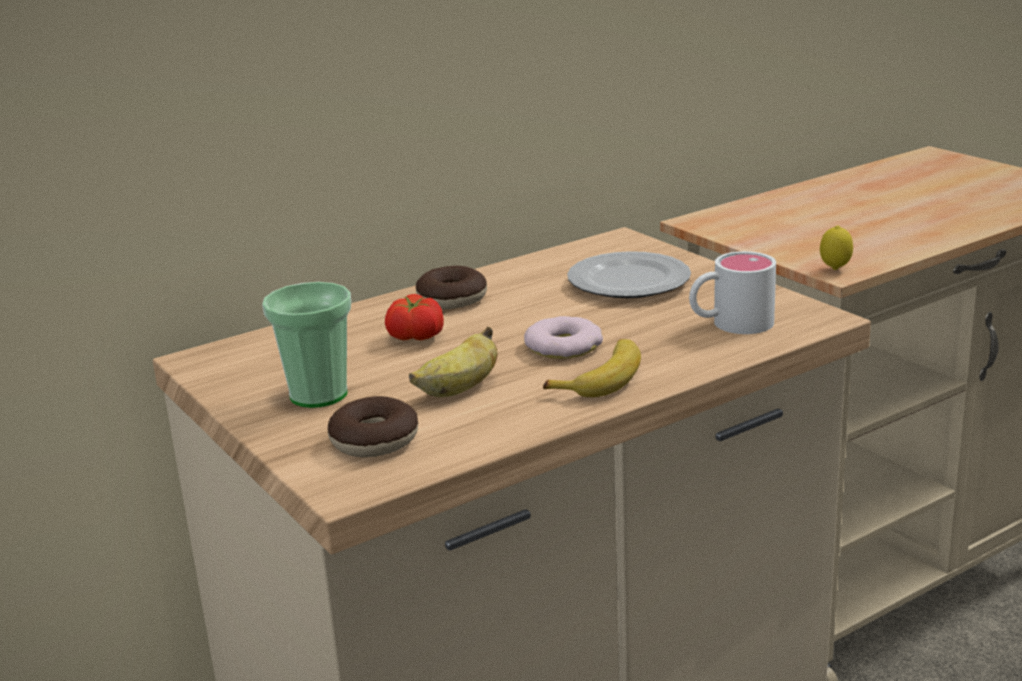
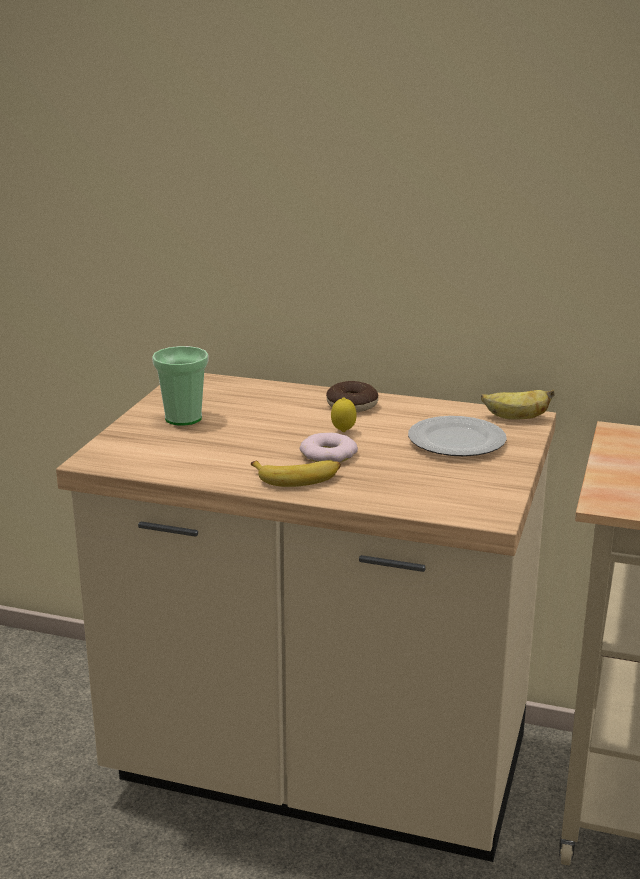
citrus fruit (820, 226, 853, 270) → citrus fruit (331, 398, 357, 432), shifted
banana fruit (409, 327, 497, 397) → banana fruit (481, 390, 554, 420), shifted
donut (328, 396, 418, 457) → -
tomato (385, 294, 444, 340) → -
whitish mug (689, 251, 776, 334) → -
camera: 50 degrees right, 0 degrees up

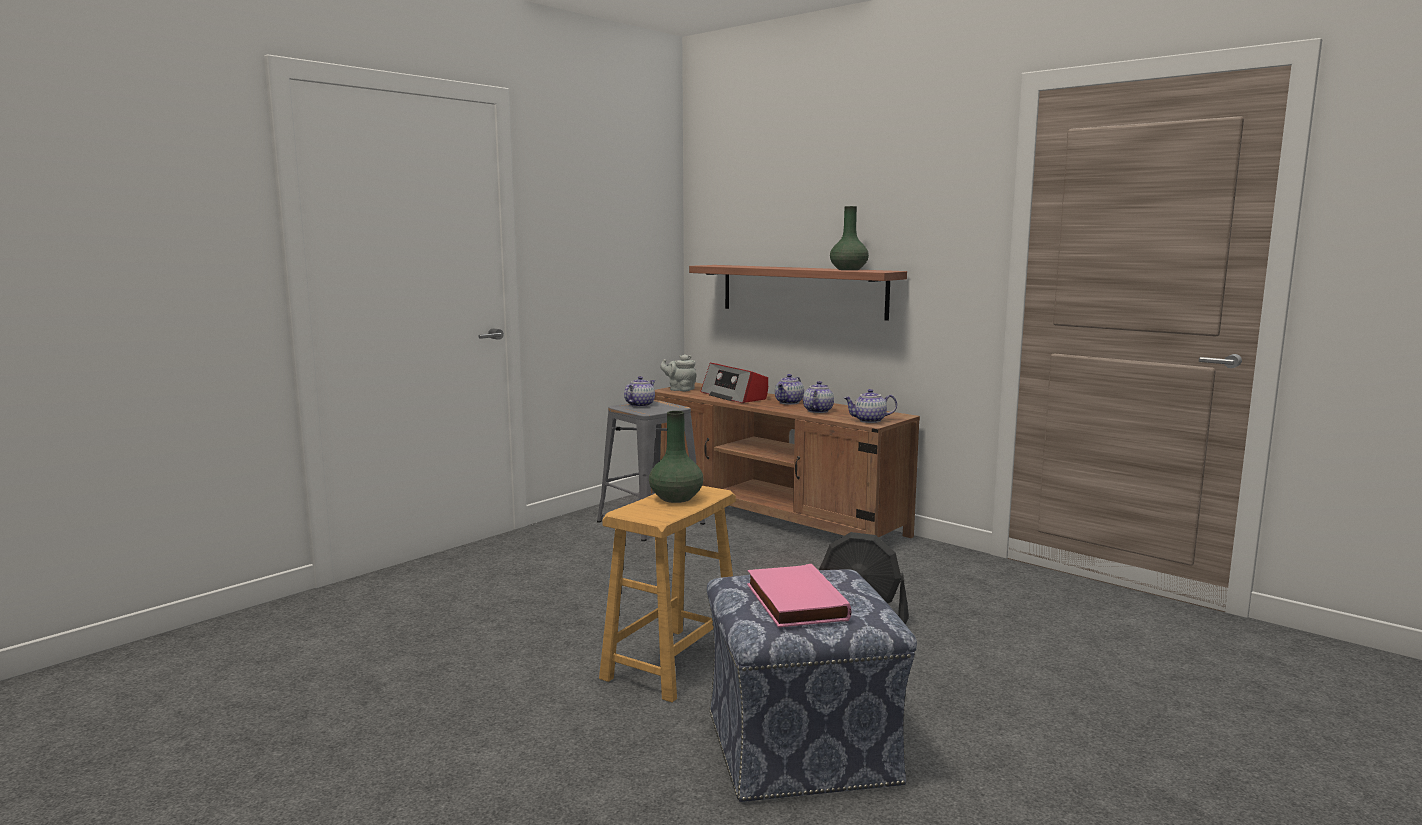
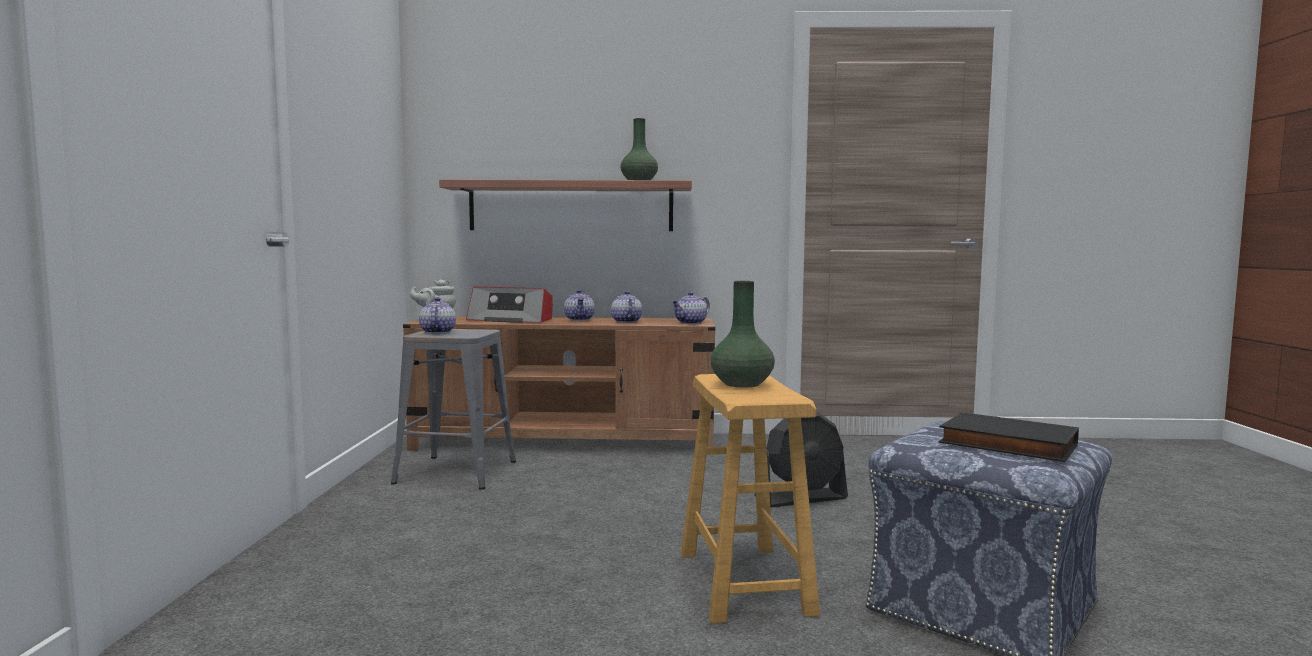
pinkish volume (747, 564, 851, 627) → black volume (939, 412, 1079, 462)
camera: 40 degrees left, 5 degrees down

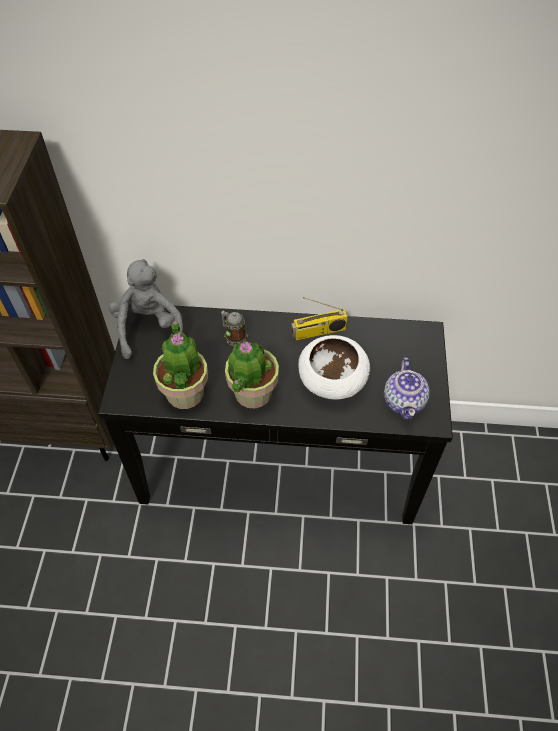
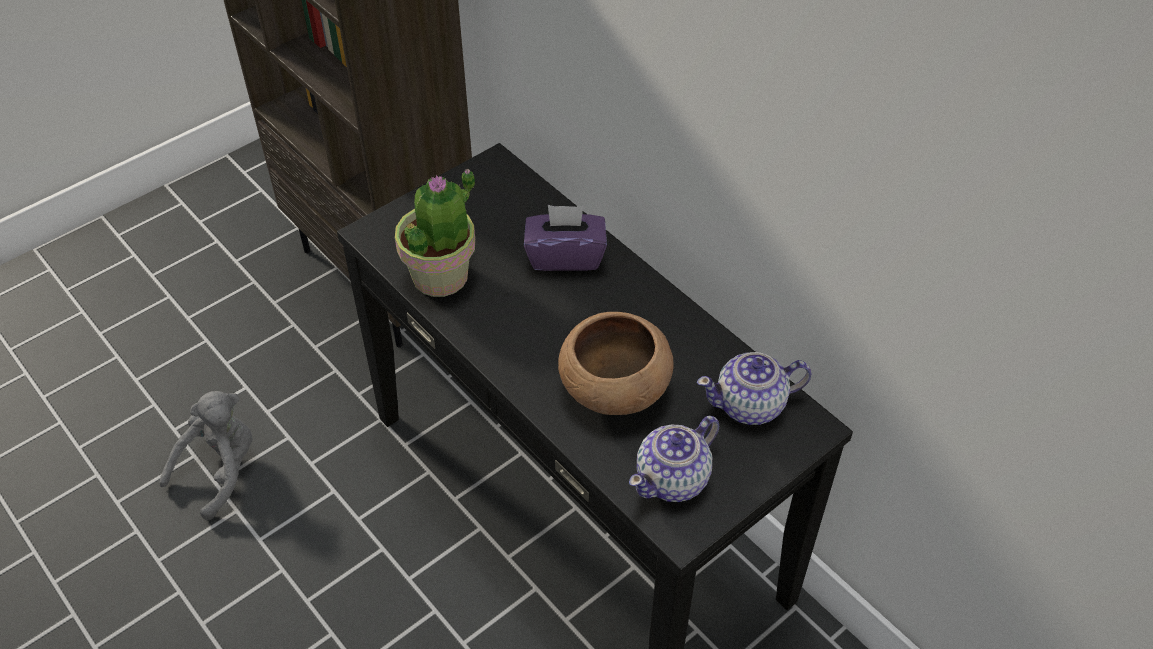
gray cuddly toy (108, 259, 183, 359) → gray cuddly toy (159, 391, 253, 520), shifted
mug (221, 310, 248, 346) → purple tissue box (524, 205, 607, 271)
whitish deep dish (298, 335, 370, 400) → brownish deep dish (558, 312, 674, 415)
- → teapot (697, 352, 812, 425)
houseplant (225, 339, 279, 408) → -
radio receiver (291, 297, 348, 341) → -
camera: 45 degrees right, 5 degrees down

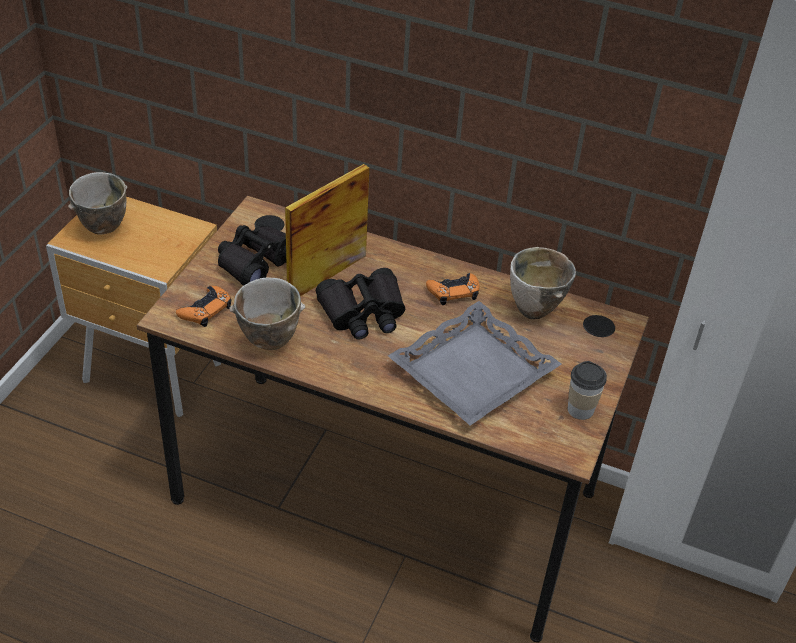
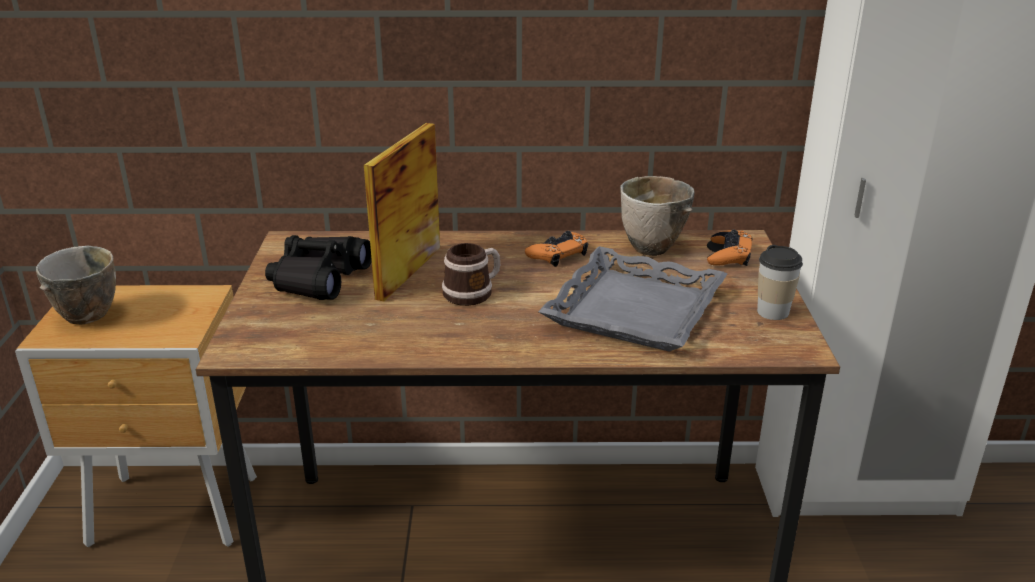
black field glasses (316, 268, 405, 340) → mug (442, 243, 500, 306)
orangey game controller (176, 286, 231, 327) → orangey game controller (707, 230, 753, 266), shifted
deep dish (230, 278, 305, 350) → -
camera: 20 degrees left, 15 degrees down

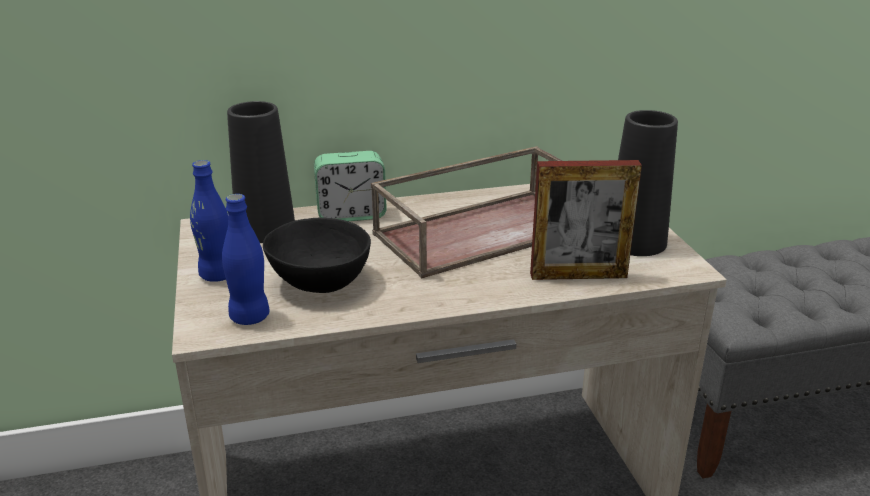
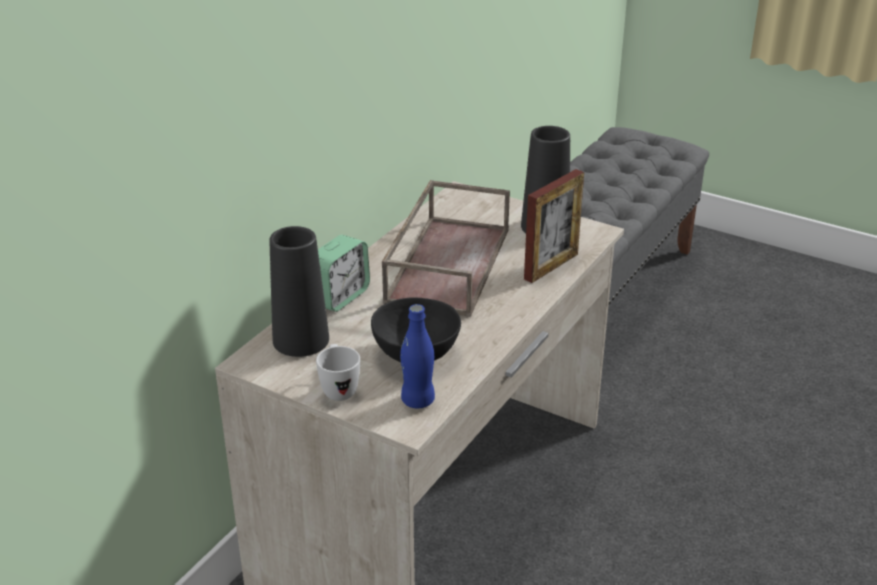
blue beverage bottle (190, 160, 228, 282) → whitish mug (316, 344, 360, 401)
camera: 45 degrees left, 5 degrees up

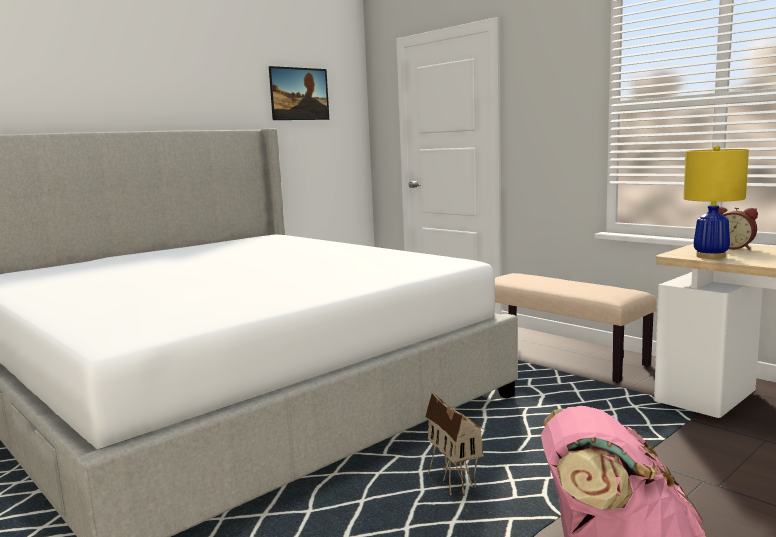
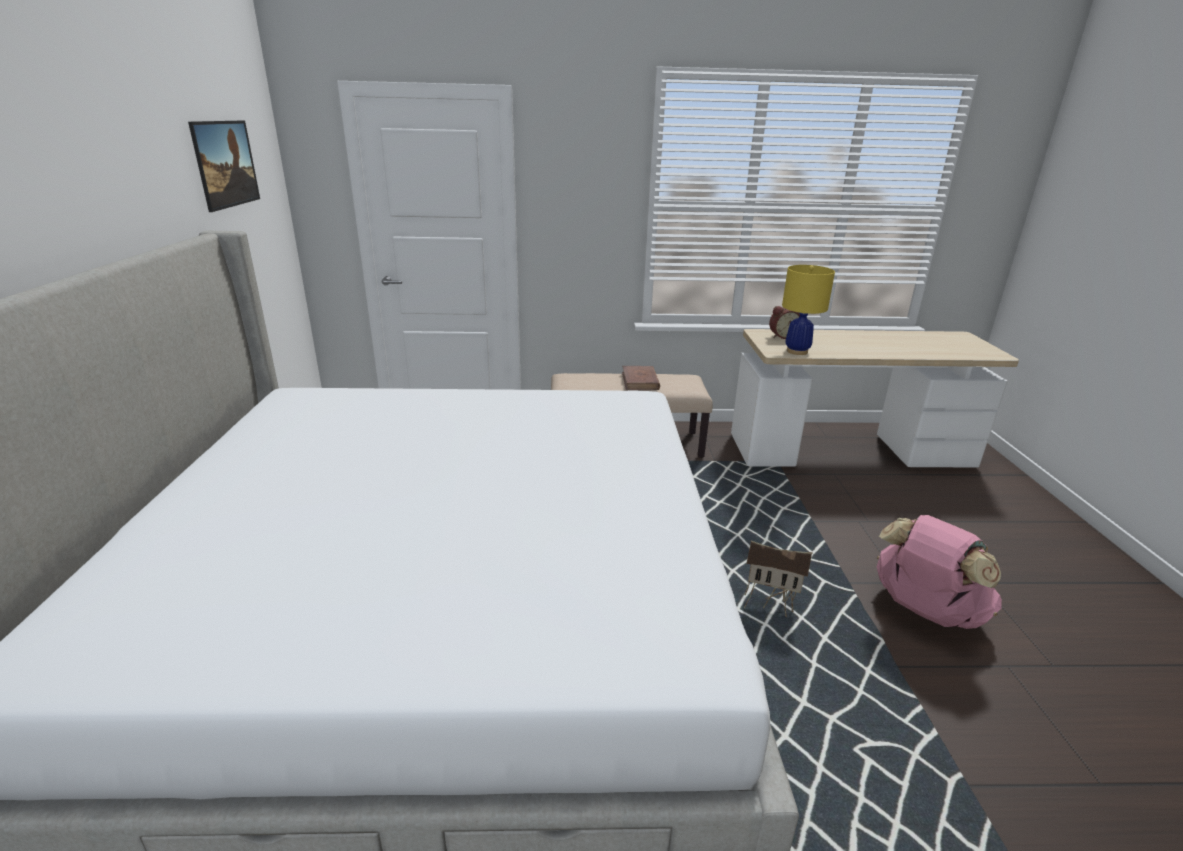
- → brownish volume (622, 366, 660, 390)
camera: 50 degrees left, 15 degrees up

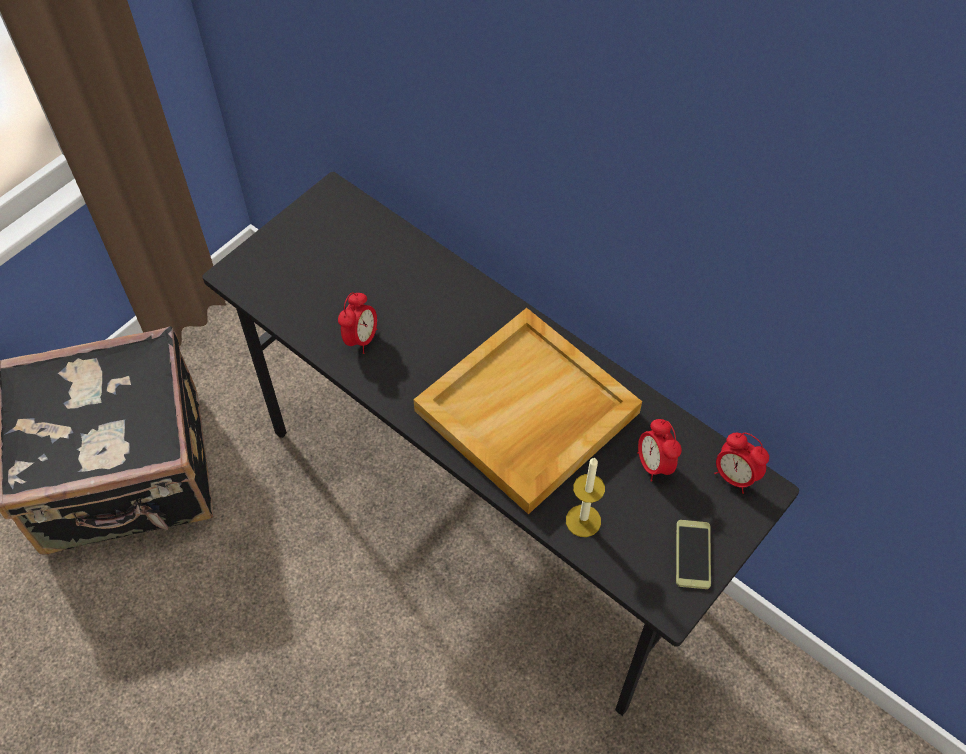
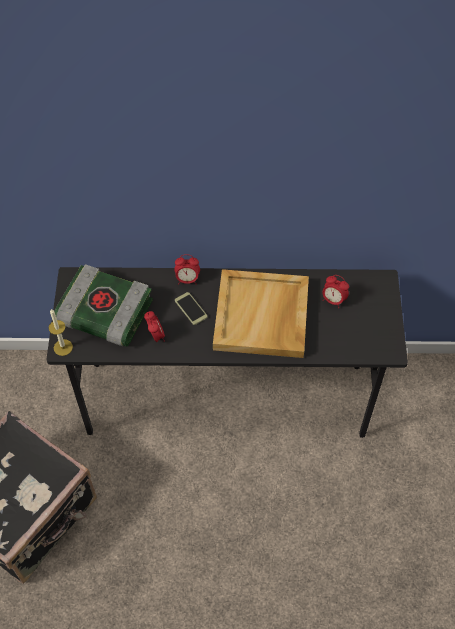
wax candle (566, 457, 605, 537) → wax candle (49, 309, 73, 356), shifted
- → volume (54, 264, 153, 347)
bedside clock (714, 433, 769, 494) → bedside clock (174, 254, 200, 284), shifted
telephone (676, 520, 711, 589) → telephone (175, 292, 207, 325), shifted
camera: 40 degrees left, 0 degrees up

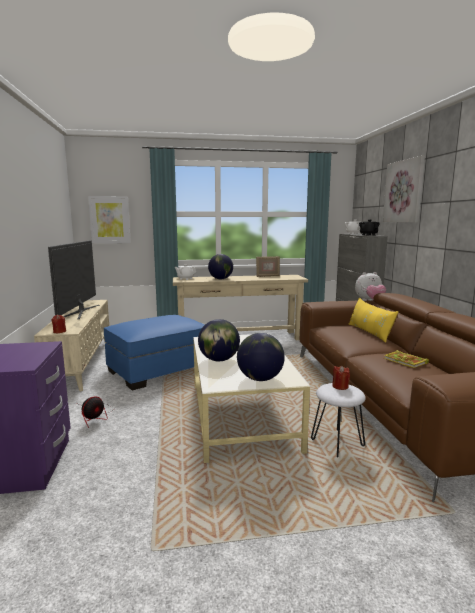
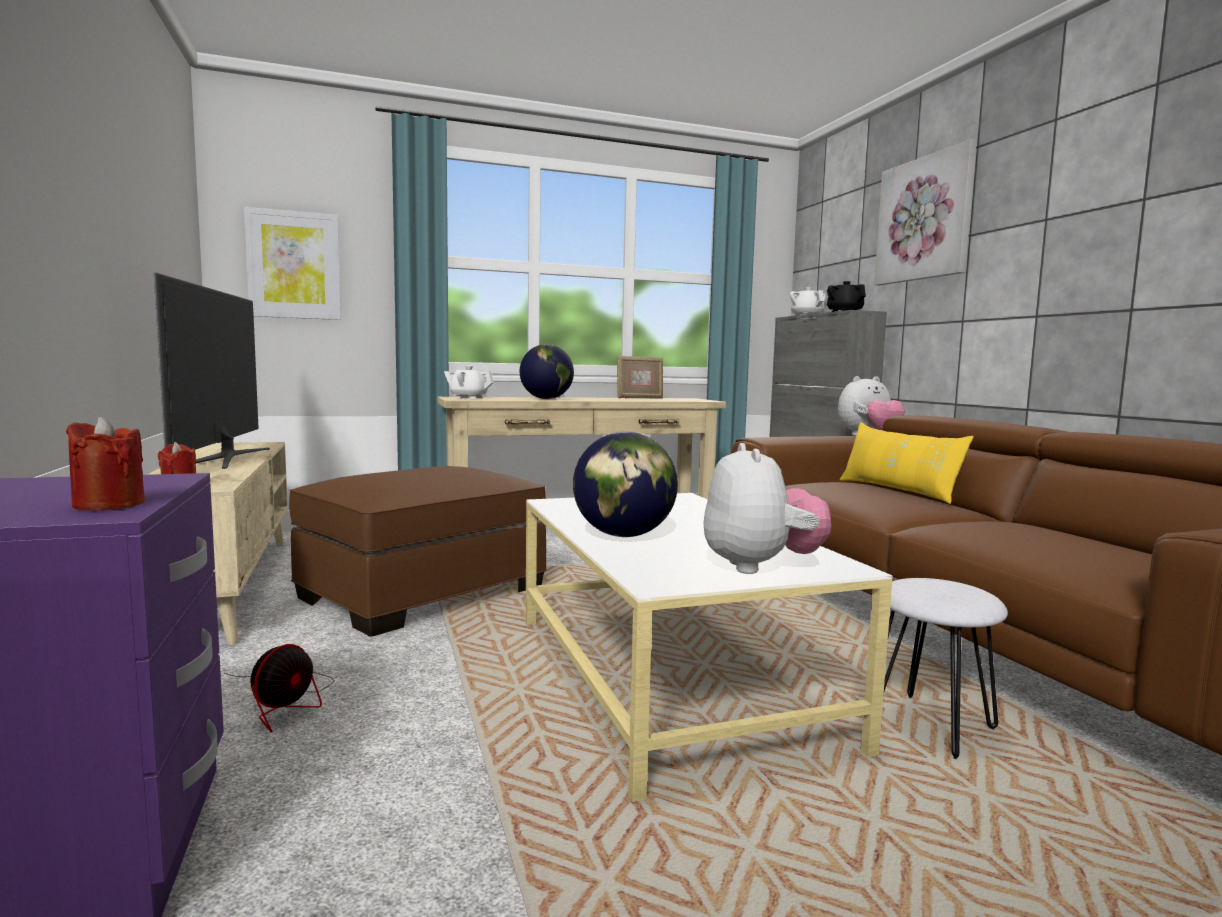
red-coloured wax candle (332, 366, 350, 390) → red-coloured wax candle (66, 416, 145, 511), shifted
blue footrest (104, 315, 205, 390) → brownish footrest (289, 466, 547, 637)
globe (237, 333, 285, 381) → cuddly toy (704, 443, 831, 574)
volume (384, 350, 429, 368) → -
camera: 10 degrees left, 5 degrees down

